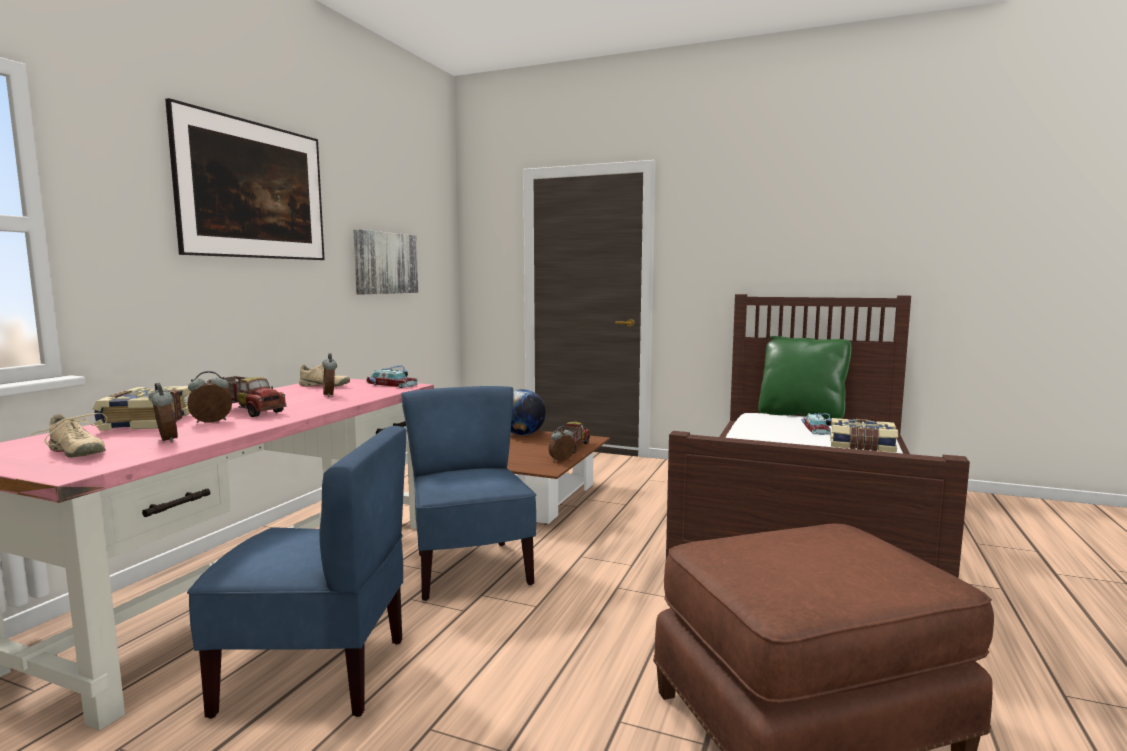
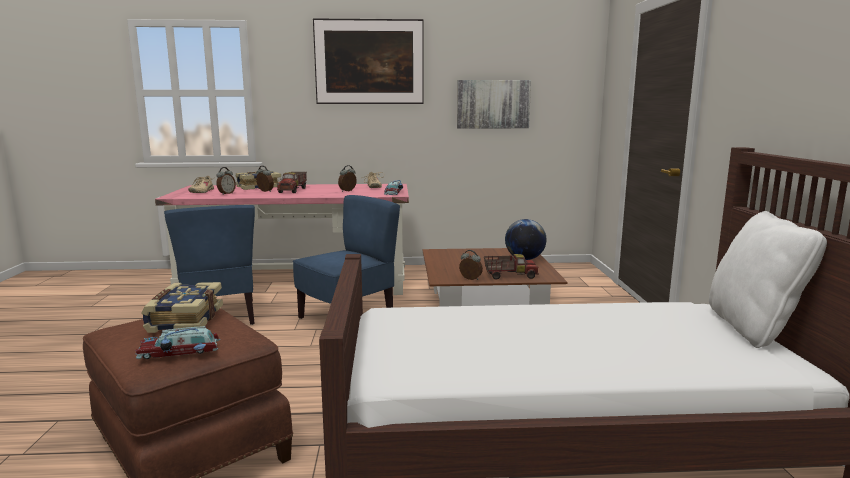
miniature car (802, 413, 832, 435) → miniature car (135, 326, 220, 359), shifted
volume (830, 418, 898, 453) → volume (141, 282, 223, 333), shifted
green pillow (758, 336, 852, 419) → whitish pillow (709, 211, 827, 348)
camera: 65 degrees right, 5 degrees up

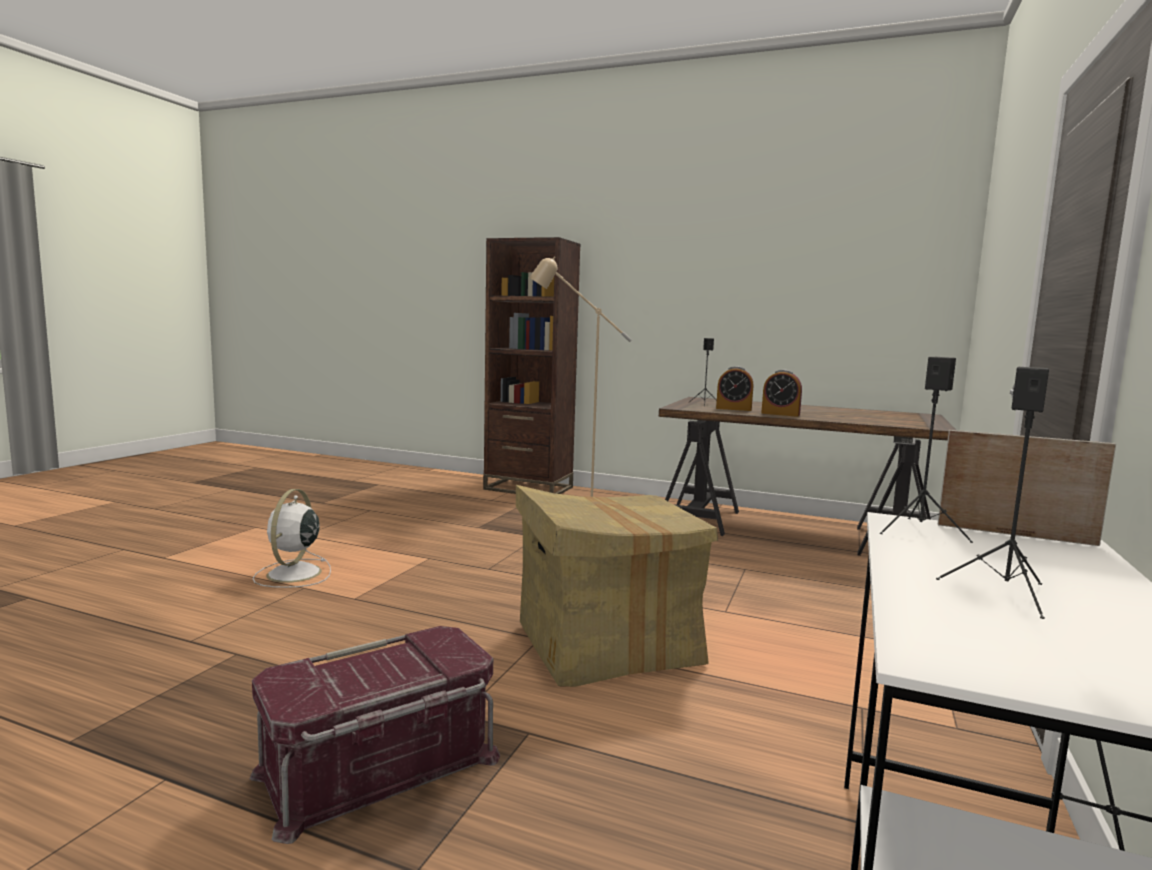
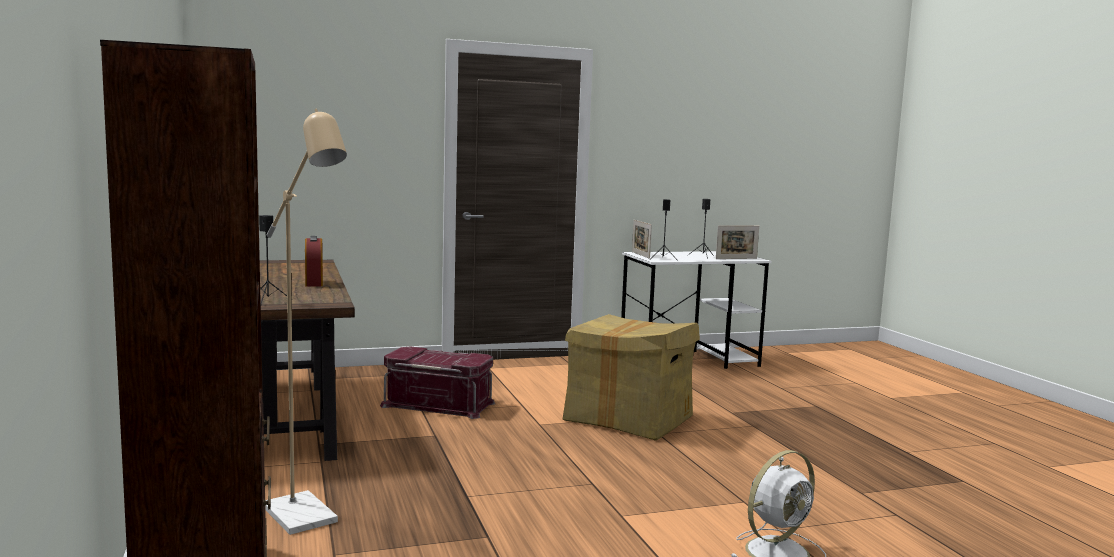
red-coloured storage bin (250, 626, 500, 844) → red-coloured storage bin (380, 347, 495, 419), shifted
- → standing frame (716, 225, 759, 259)
bedside clock (716, 366, 753, 411) → -
camera: 130 degrees left, 0 degrees up

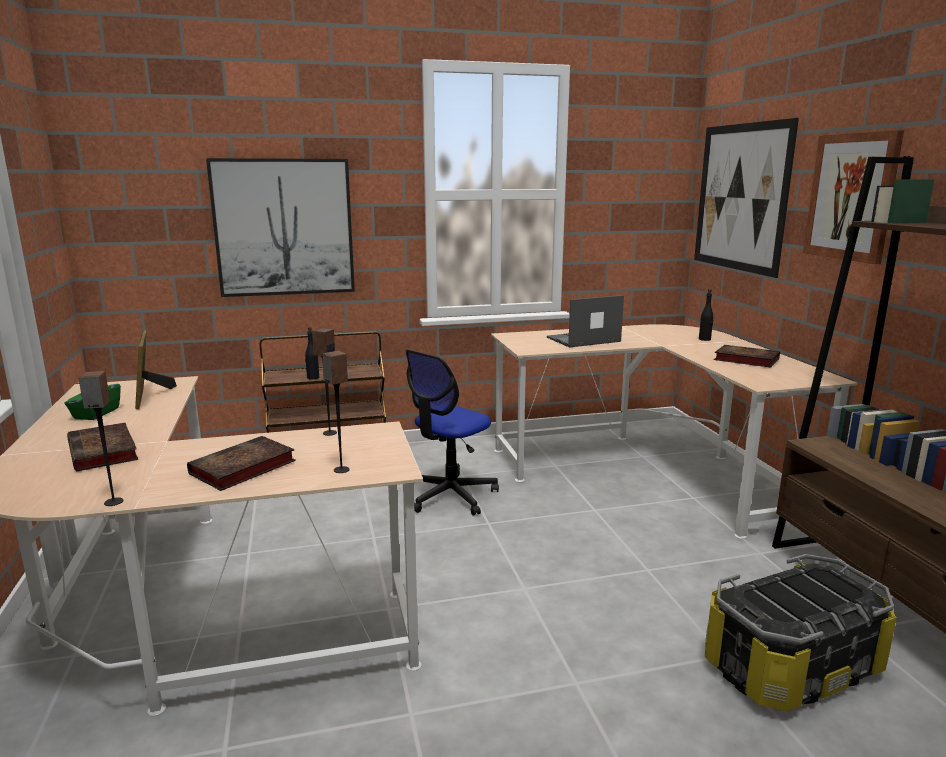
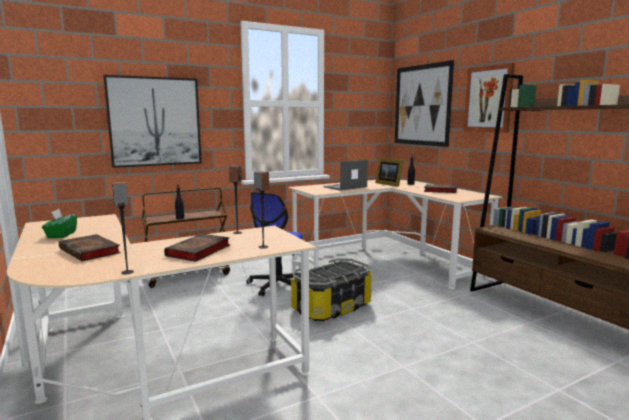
storage bin (705, 554, 897, 711) → storage bin (291, 258, 371, 321), shifted
standing frame (135, 330, 177, 409) → standing frame (375, 157, 403, 187), shifted
camera: 15 degrees left, 5 degrees down

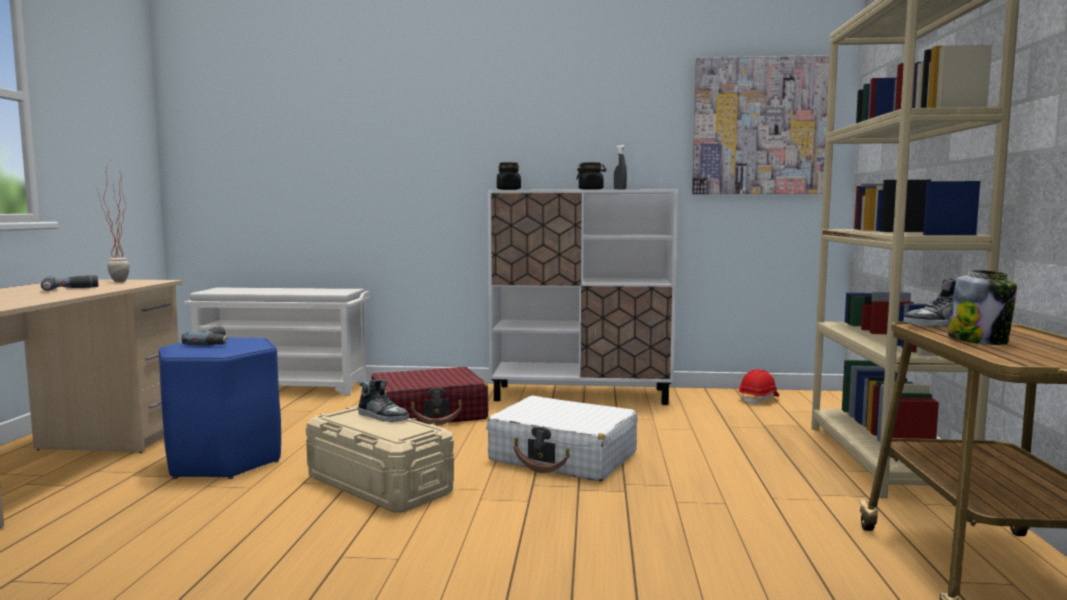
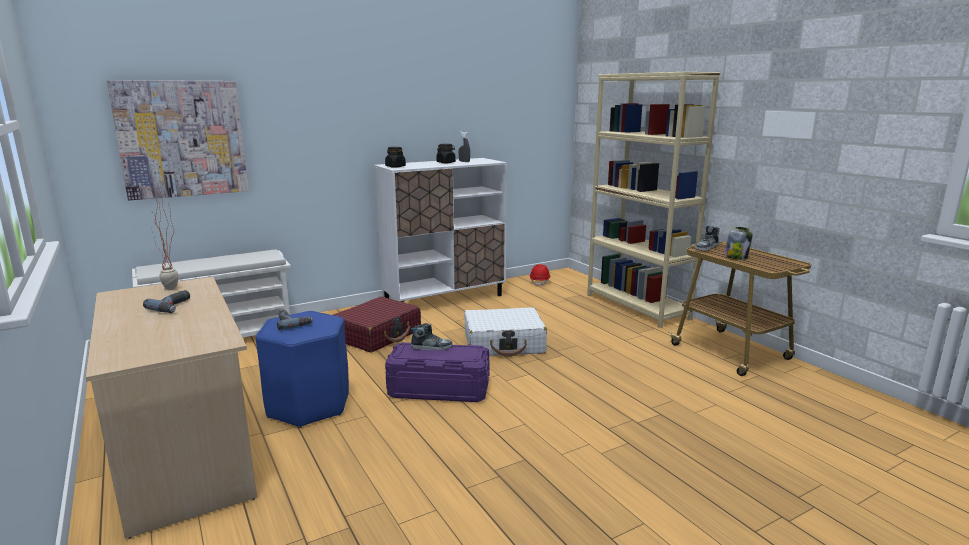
wall picture (692, 55, 830, 194) → wall picture (107, 80, 249, 200), shifted
beige storage bin (306, 406, 454, 512) → purple storage bin (385, 342, 490, 402)
camera: 35 degrees left, 10 degrees up

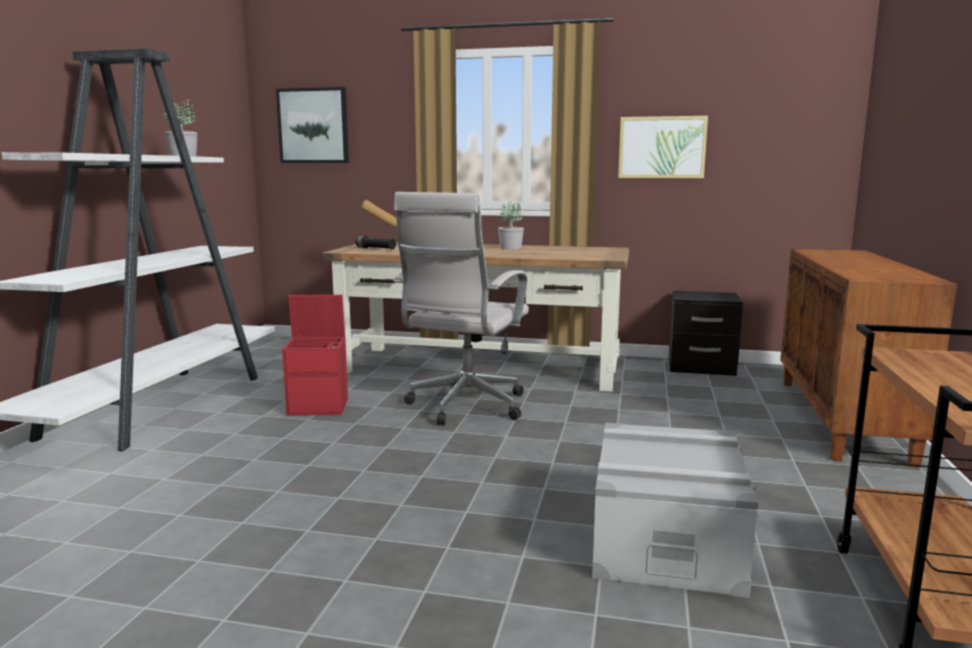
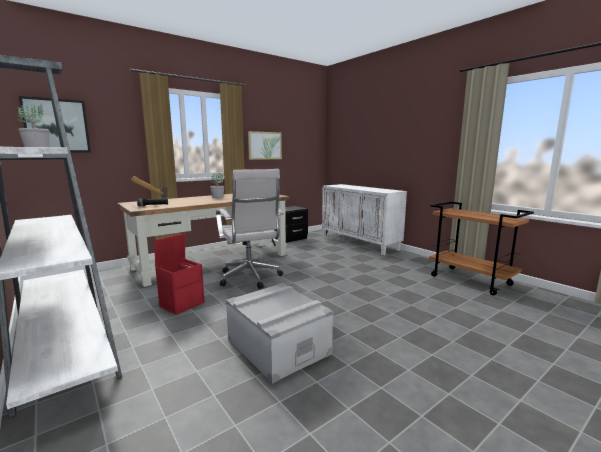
gray storage bin (592, 423, 759, 598) → gray storage bin (226, 283, 333, 384), shifted
brownish storage cabinet (780, 249, 957, 468) → whitish storage cabinet (322, 184, 407, 255)
camera: 50 degrees left, 0 degrees up

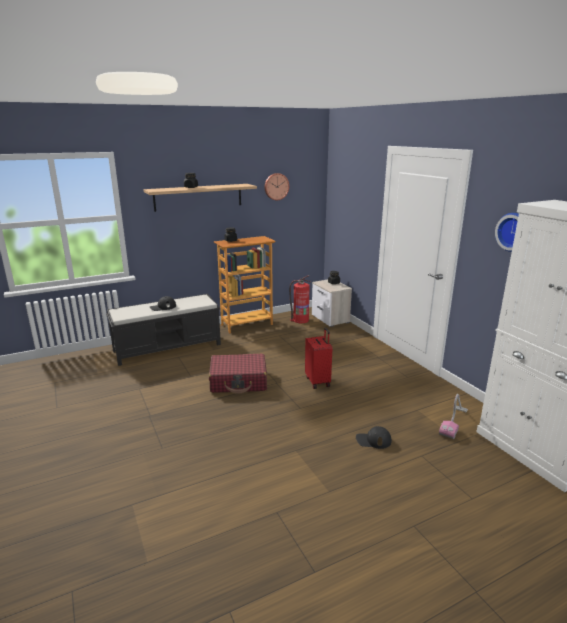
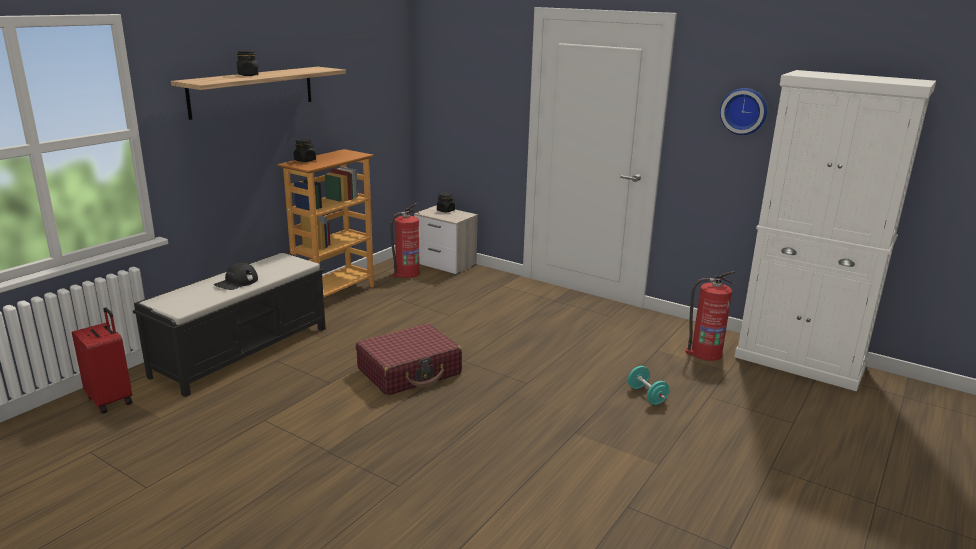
red-coloured suitcase (305, 328, 332, 389) → red-coloured suitcase (72, 307, 132, 414), shifted
black baseball cap (356, 426, 392, 449) → turquoise free weight (628, 366, 670, 405)
vacuum (439, 394, 468, 439) → fire-fighting cylinder (686, 271, 737, 361)
clock on the wall (265, 173, 289, 200) → -
camera: 30 degrees left, 0 degrees up

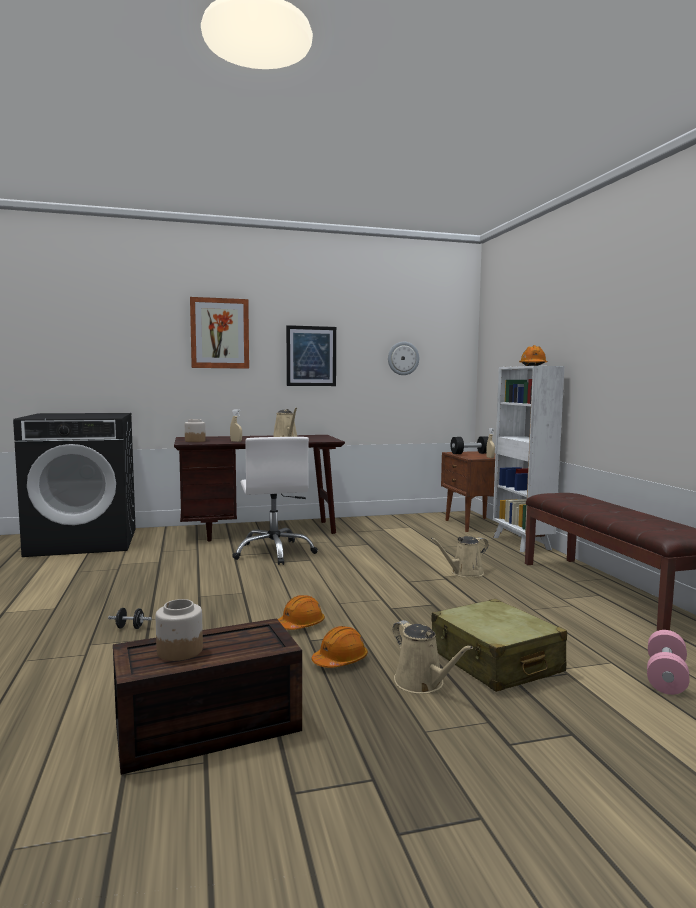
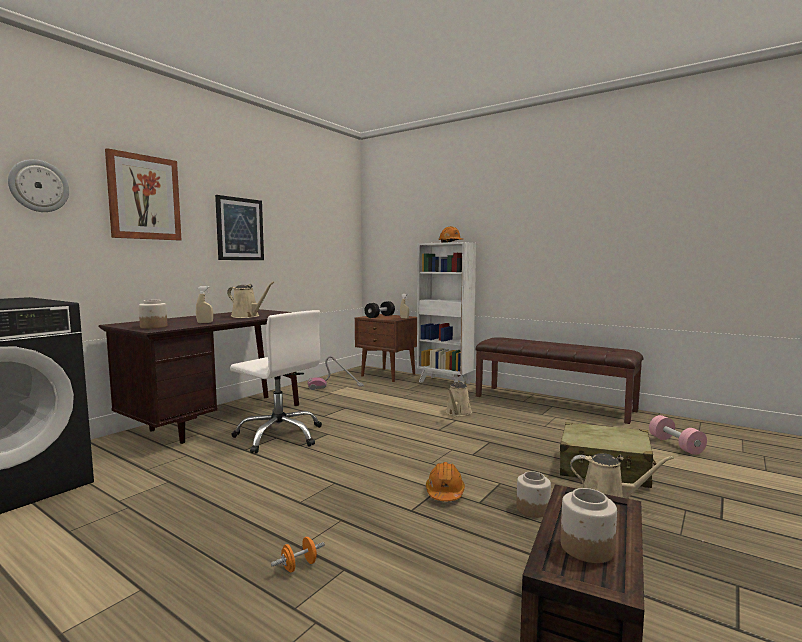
clock on the wall (388, 342, 419, 375) → clock on the wall (8, 159, 69, 212), shifted
black free weight (108, 608, 152, 629) → orangey free weight (271, 537, 325, 572)
- → vacuum (307, 356, 364, 390)
orangey work helmet (312, 626, 368, 668) → storage jar (516, 471, 551, 518)
camera: 40 degrees left, 0 degrees up

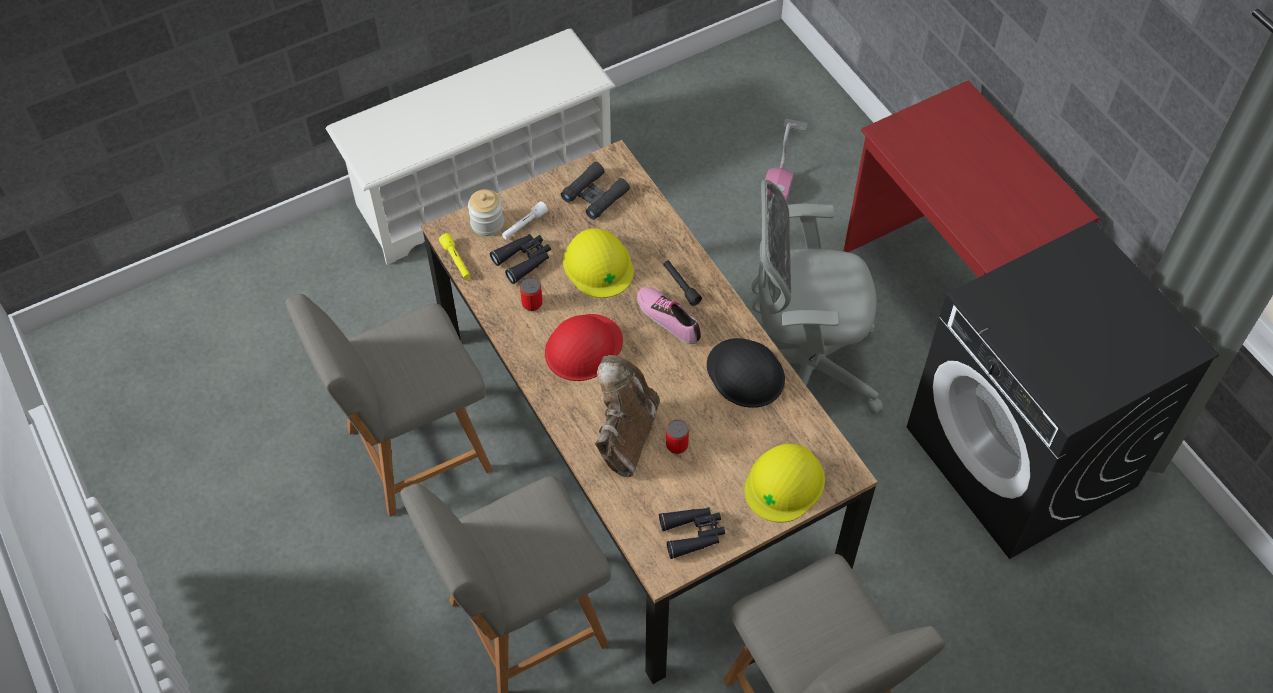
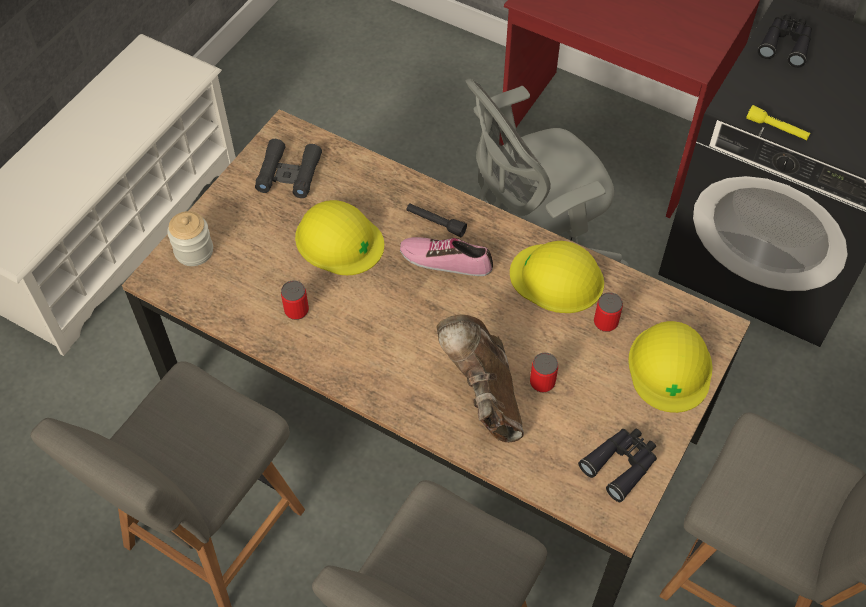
black work helmet (707, 338, 785, 408) → yellow-coloured work helmet (510, 241, 604, 313)
- → metal can (594, 292, 623, 332)
yellow-coloured hand torch (439, 233, 470, 279) → yellow-coloured hand torch (746, 105, 810, 140), shifted
black field glasses (490, 234, 551, 284) → black field glasses (758, 14, 812, 68), shifted
whitish hand torch (502, 201, 548, 239) → -
red-coloured work helmet (545, 314, 623, 381) → -
vacuum (765, 119, 807, 202) → -
camera: 30 degrees left, 0 degrees up

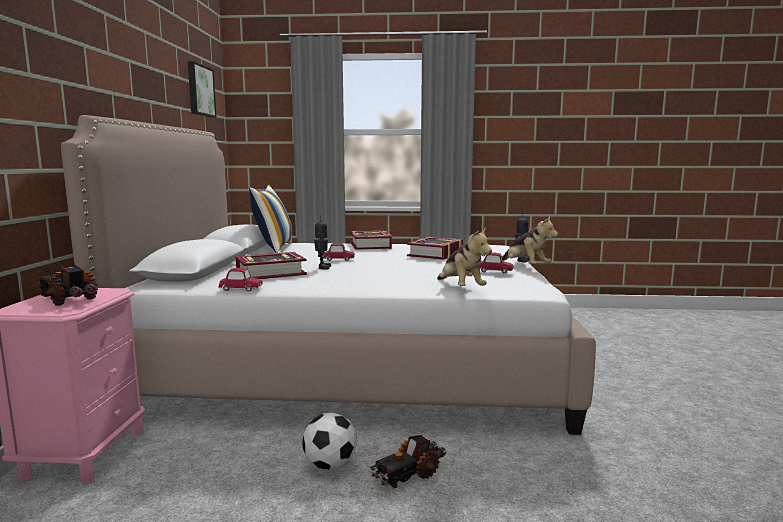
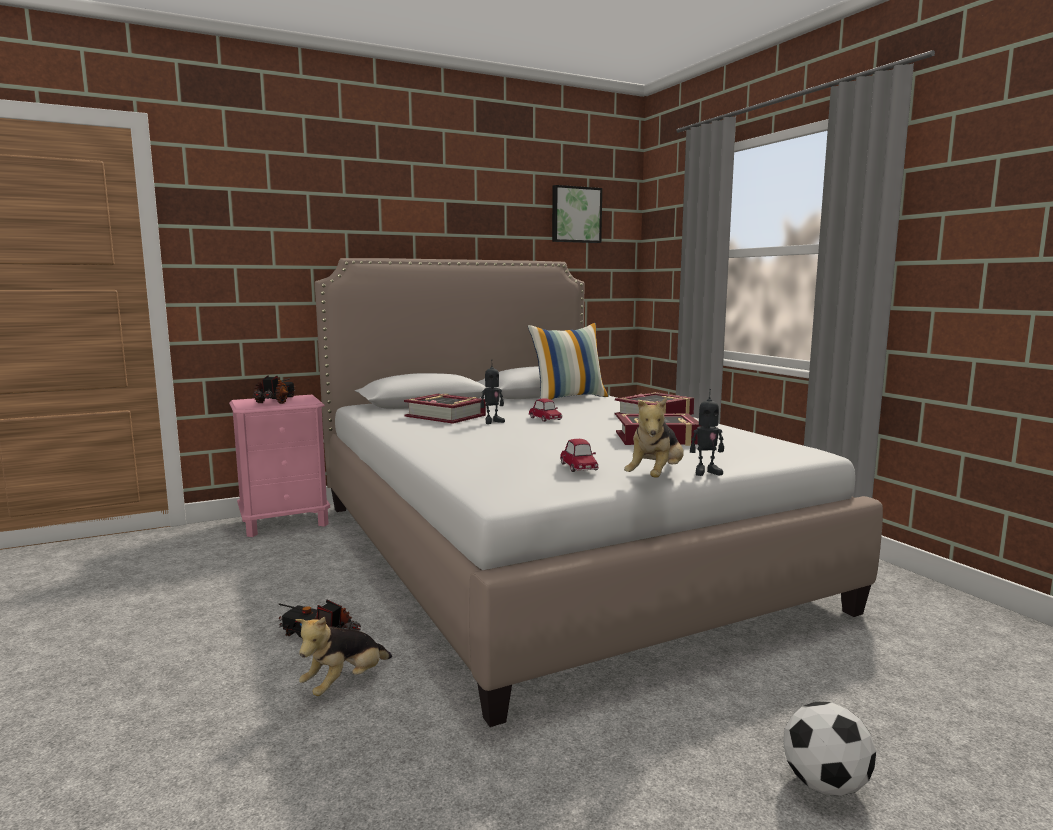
cuddly toy (437, 227, 492, 286) → cuddly toy (295, 616, 392, 696), shifted
ball for football (302, 413, 357, 470) → ball for football (783, 702, 876, 796), shifted
miniature car (218, 268, 263, 291) → -
camera: 60 degrees right, 0 degrees up

